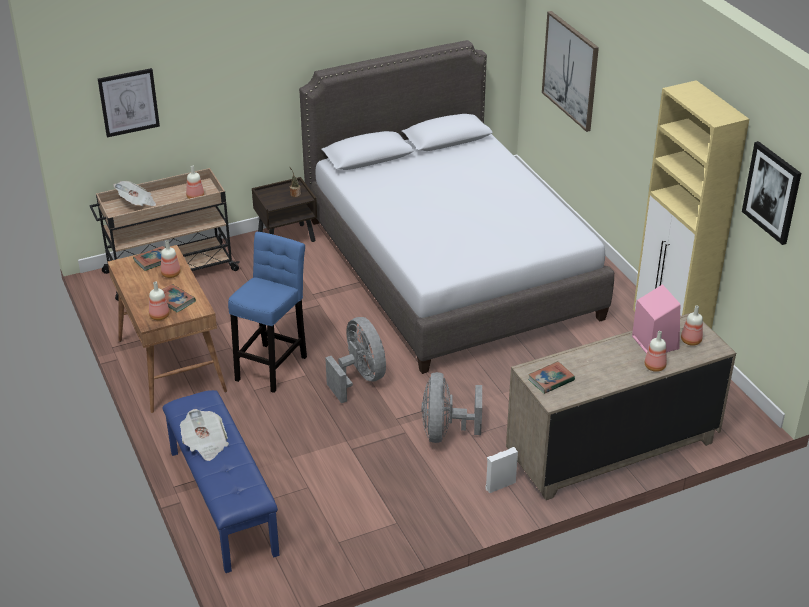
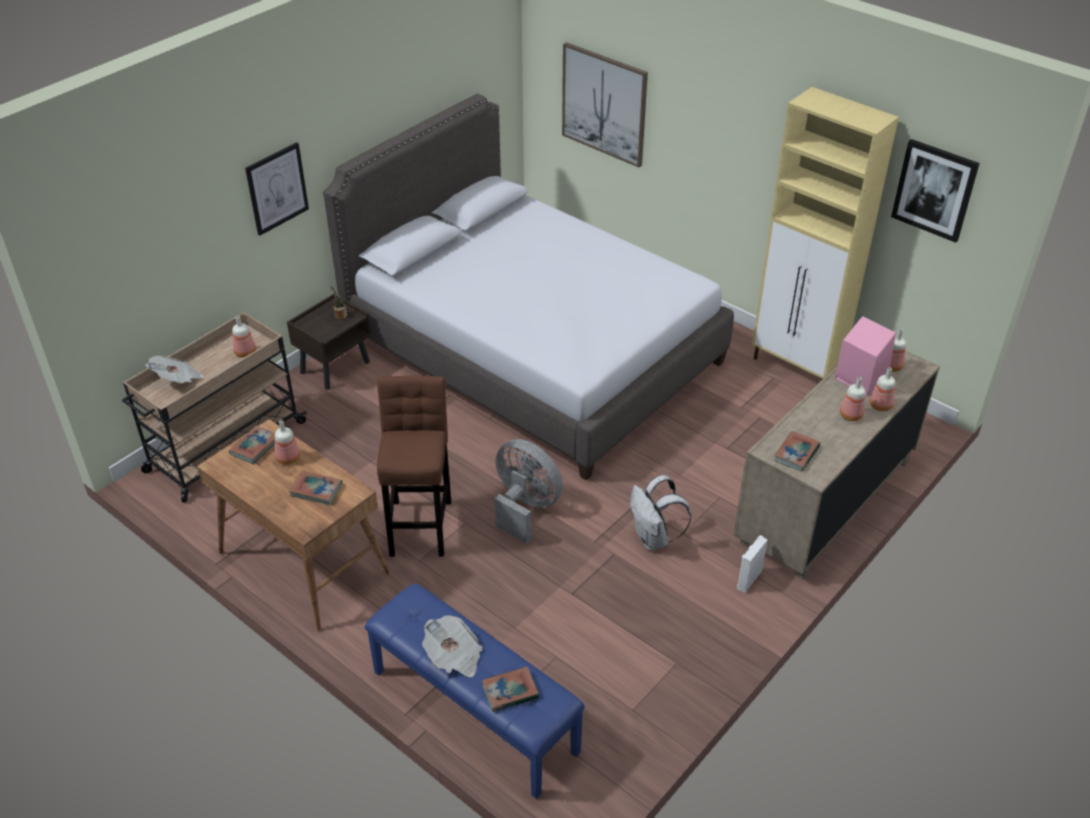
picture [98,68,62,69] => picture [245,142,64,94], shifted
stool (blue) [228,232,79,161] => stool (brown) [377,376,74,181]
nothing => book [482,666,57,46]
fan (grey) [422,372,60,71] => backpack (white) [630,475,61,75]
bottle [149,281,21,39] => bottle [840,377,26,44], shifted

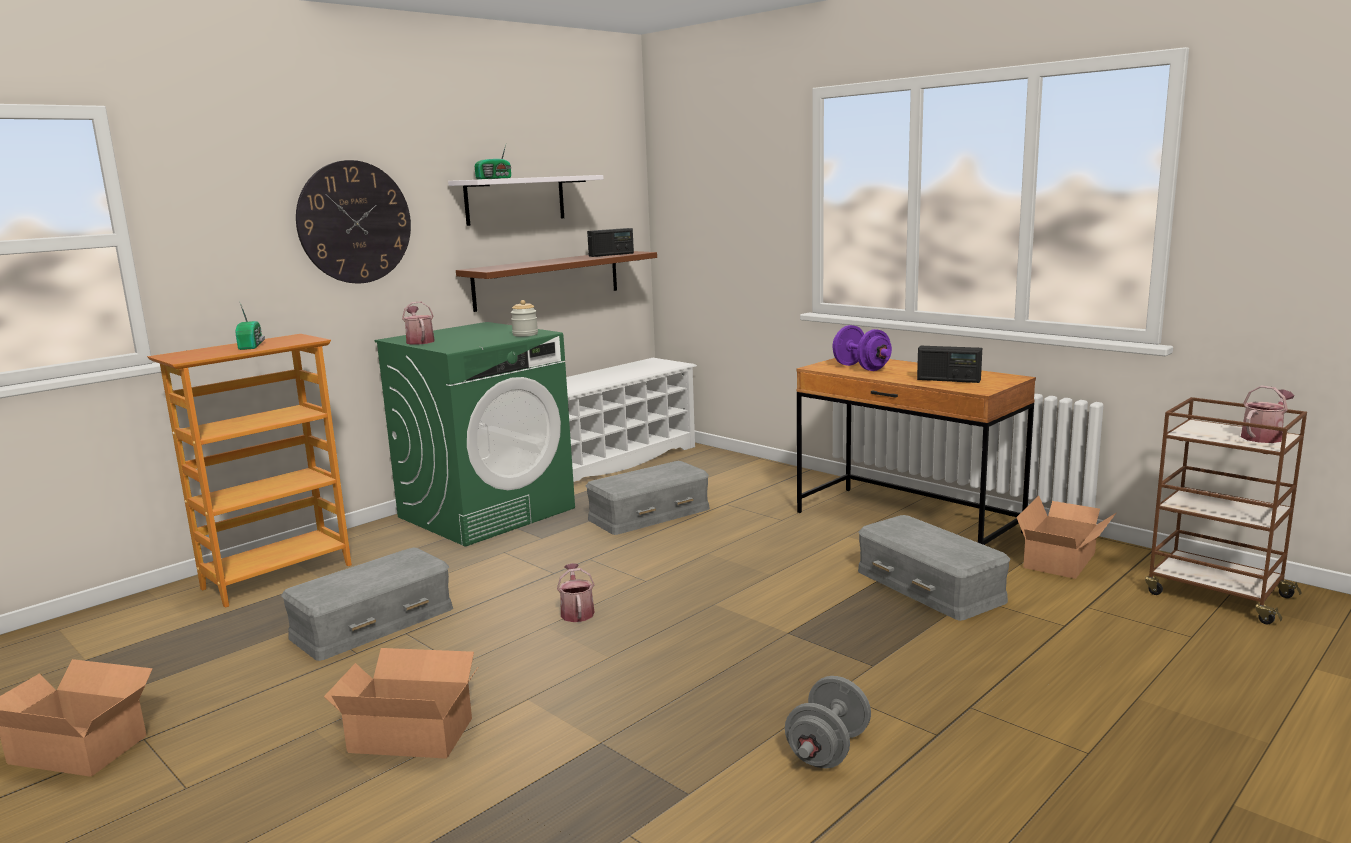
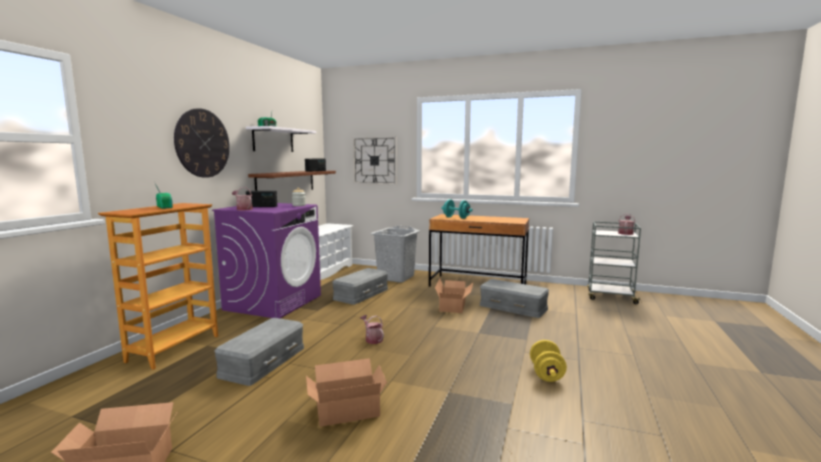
washing machine (green) [375,322,200,225] => washing machine (purple) [212,203,109,115]
radio [917,346,65,37] => radio [246,191,31,16], shifted
nothing => wall clock [352,136,45,49]
nothing => laundry basket (grey) [371,226,49,57]
cardboard box [1016,496,100,83] => cardboard box [435,279,38,34], shifted
dumbbell (purple) [832,325,60,46] => dumbbell (turquoise) [441,199,32,20]
dumbbell (grey) [785,676,86,92] => dumbbell (yellow) [530,340,37,42]
cart (brown) [1145,397,162,227] => cart (grey) [587,221,54,83]

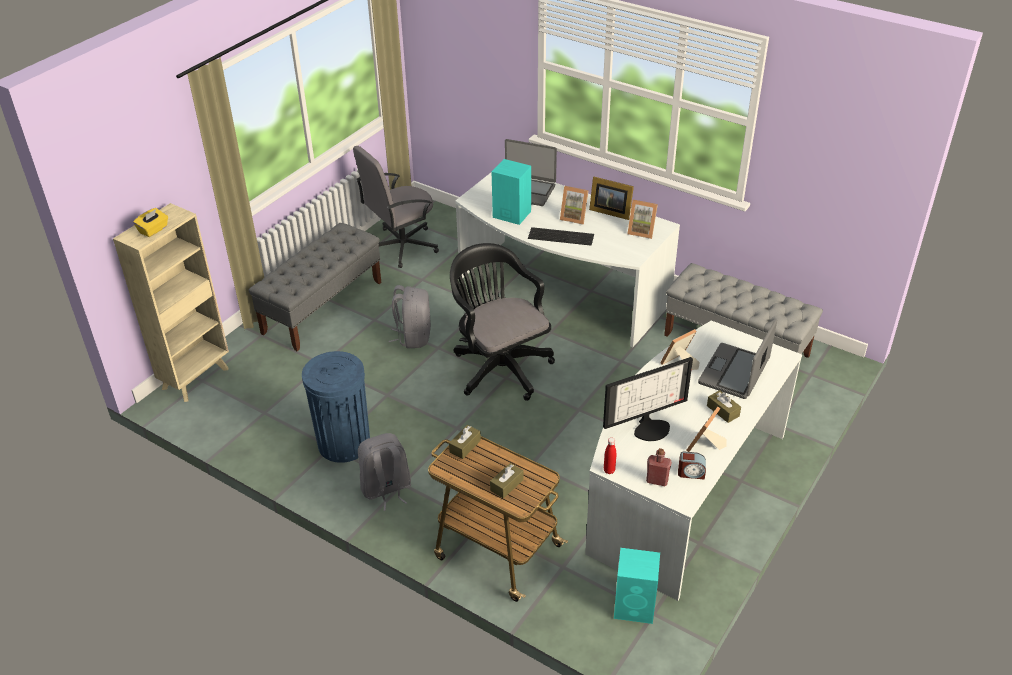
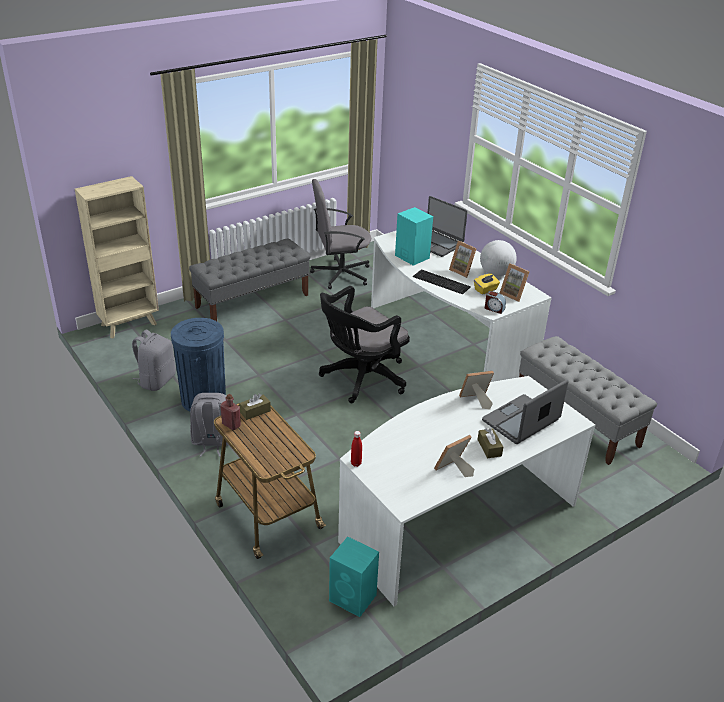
backpack (grey) [389,285,42,63] => backpack (grey) [132,330,44,61], shifted
bottle (red) [646,448,26,38] => bottle (red) [220,394,21,36], shifted
office chair (black) [450,243,105,158] => office chair (black) [319,286,91,117], 120 degrees counterclockwise
tissue box (yellow) [133,208,35,29] => tissue box (yellow) [474,274,26,21], shifted
picture frame [589,177,45,43] => globe [480,240,37,36]
alarm clock [678,451,28,29] => alarm clock [485,291,21,23], shifted
tissue box (brown) [490,463,34,36] => nothing
monitor [603,357,90,84] => nothing

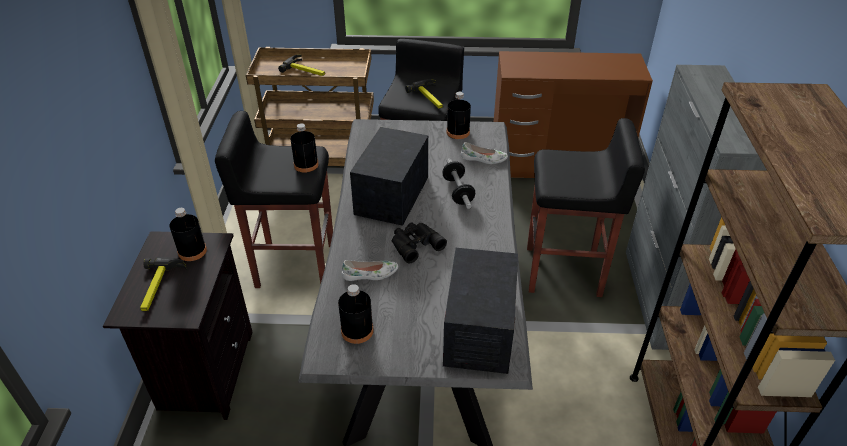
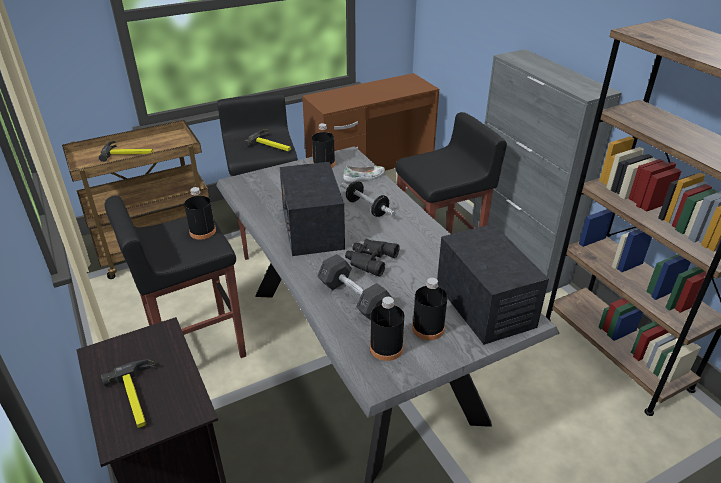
shoe (white) [342,260,56,21] => dumbbell (grey) [317,254,74,67]
bottle (black) [169,208,38,53] => bottle (black) [412,278,36,62], shifted

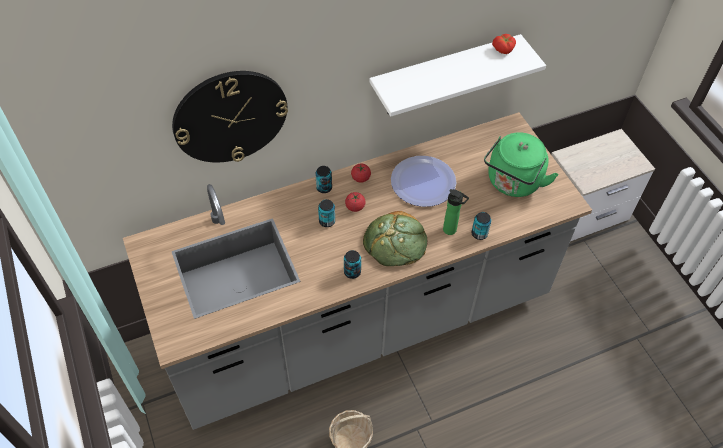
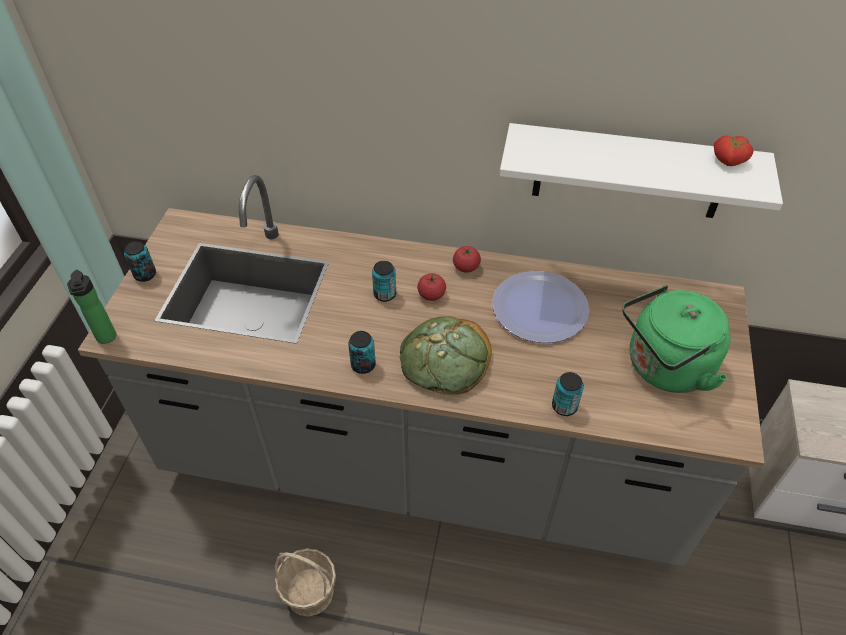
bottle [443,189,26,46] => bottle [67,270,49,74], shifted
can [315,166,17,27] => can [124,241,32,41], shifted
wall clock [172,71,116,91] => nothing

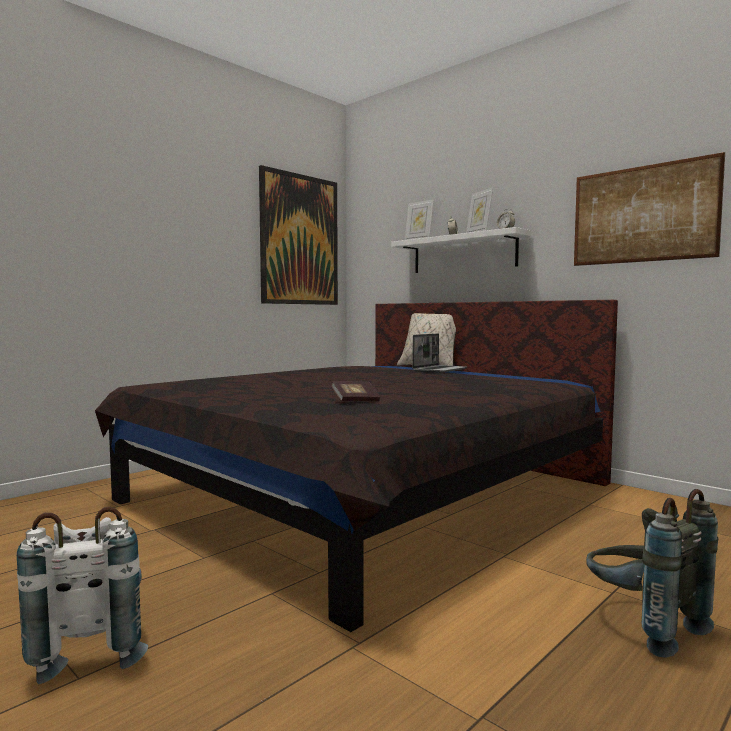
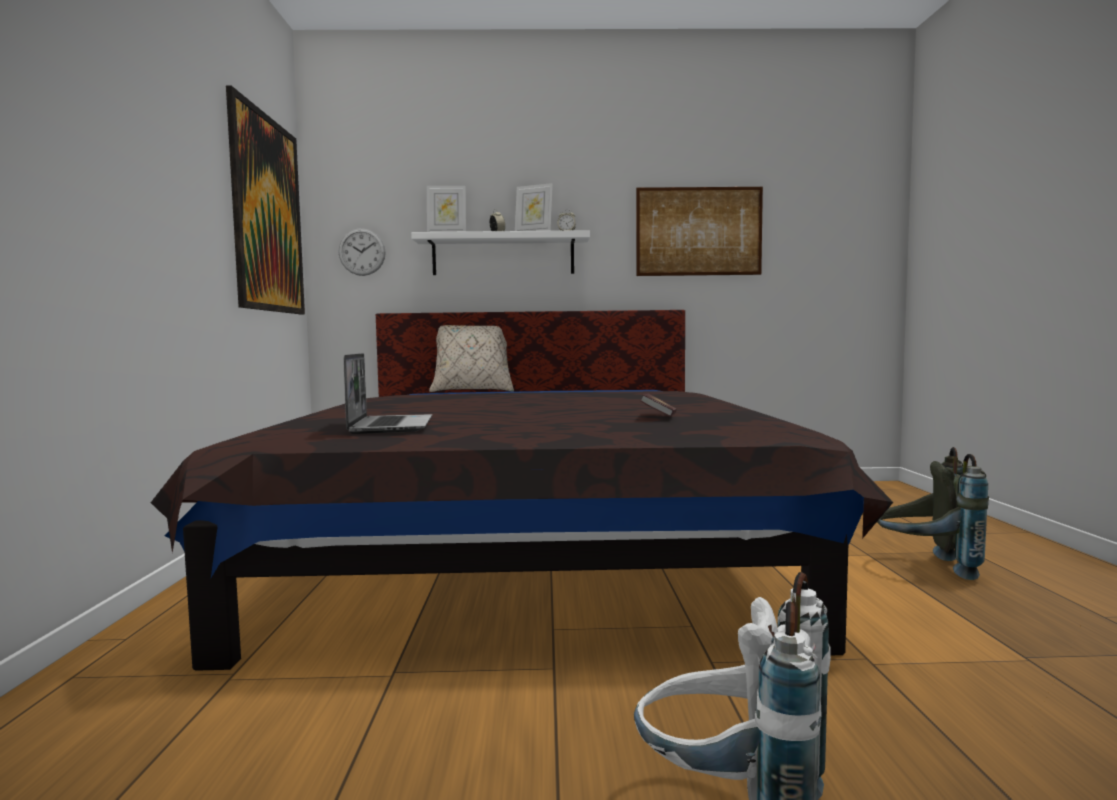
nothing => wall clock [339,228,47,48]
laptop [412,334,55,39] => laptop [343,353,89,81], shifted

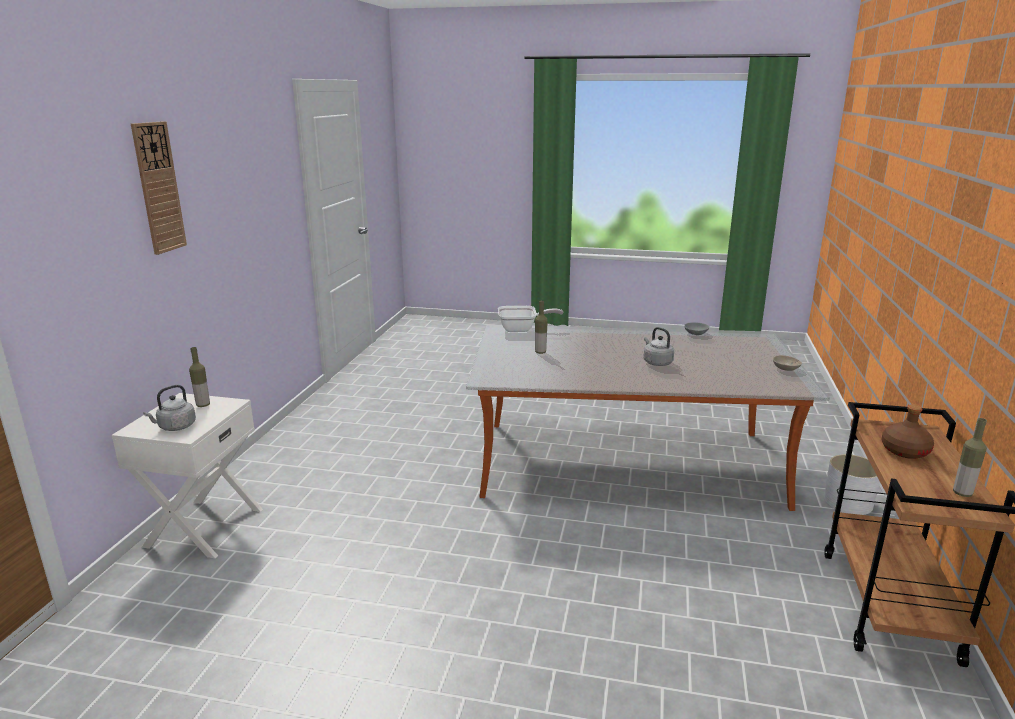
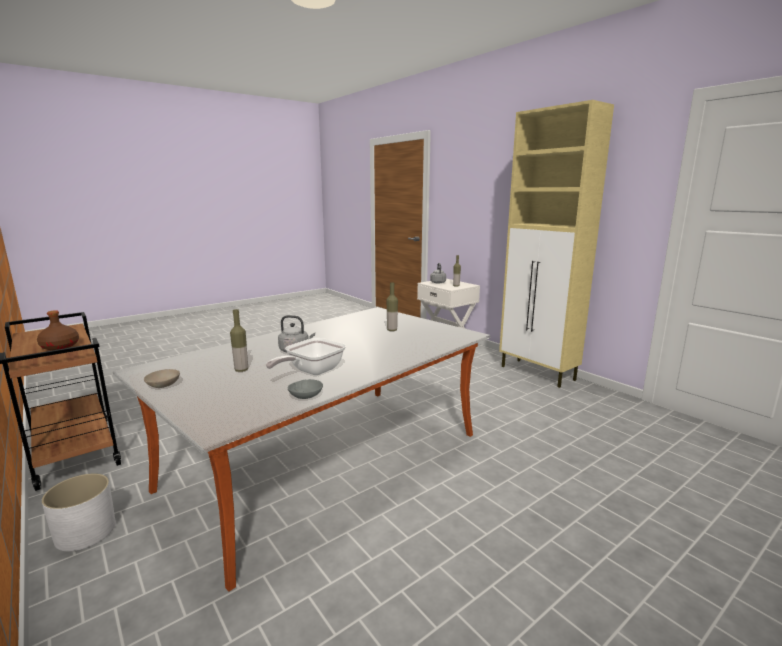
bottle [953,418,34,79] => bottle [230,309,18,63], shifted
frying pan [498,306,66,26] => frying pan [266,338,80,37], shifted
nothing => cabinet (beige) [499,100,115,288]
wall clock [131,121,56,134] => nothing

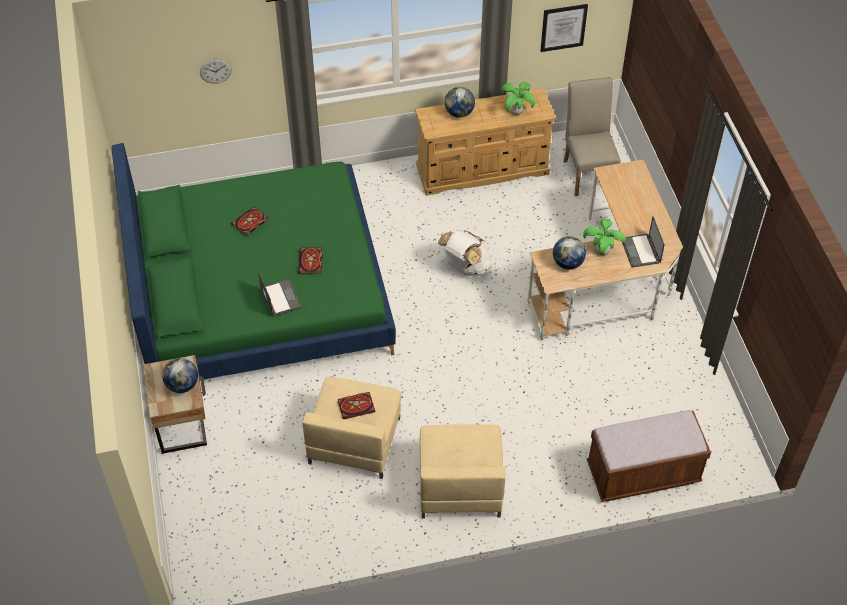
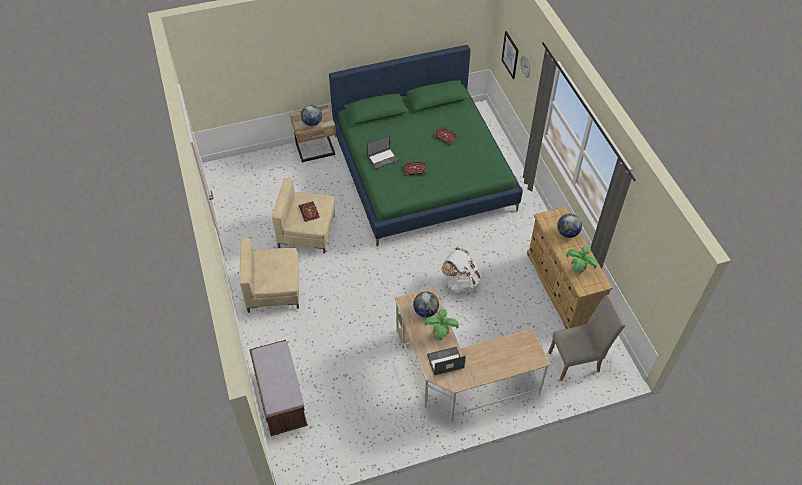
picture [540,4,48,48] => picture [502,31,17,48], shifted

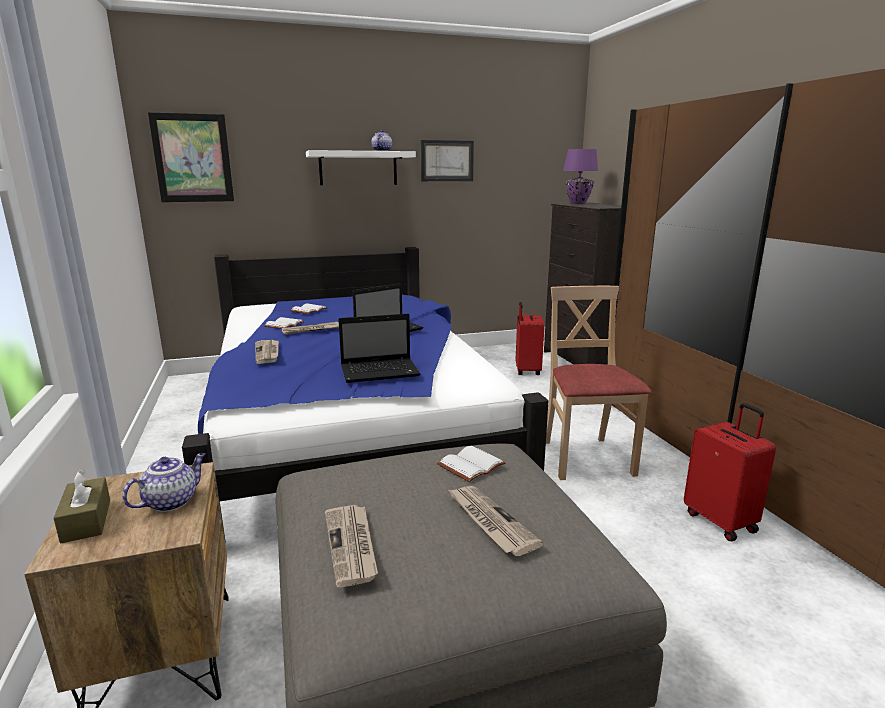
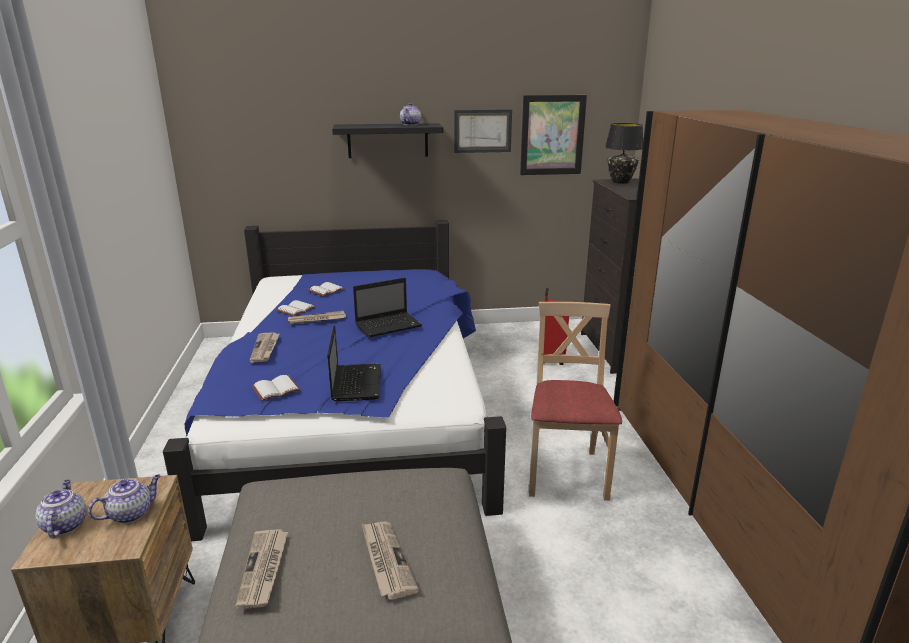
tissue box (brown) [53,470,57,73] => teapot [35,480,51,58]
book (white) [437,446,69,36] => book (white) [252,375,48,26], shifted
laptop [338,314,82,69] => laptop [327,326,54,75], 90 degrees counterclockwise
shelf (white) [306,150,110,35] => shelf (black) [332,123,111,35]
picture [148,112,86,90] => picture [520,95,67,80], shifted
table lamp (purple) [563,149,35,55] => table lamp (black) [605,123,38,61]
suitcase (red) [684,403,92,138] => nothing

